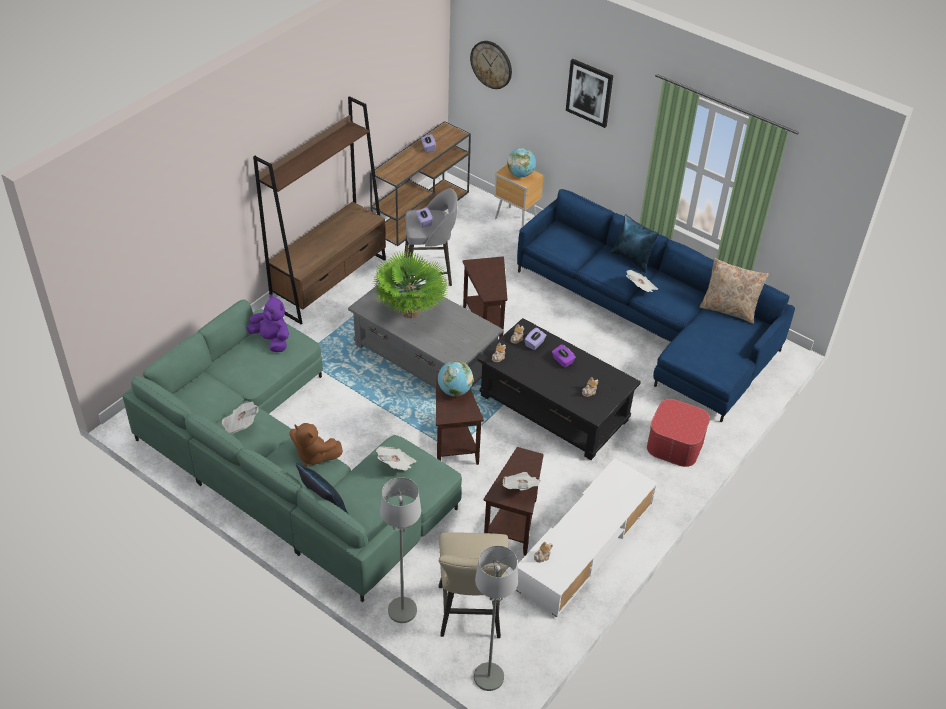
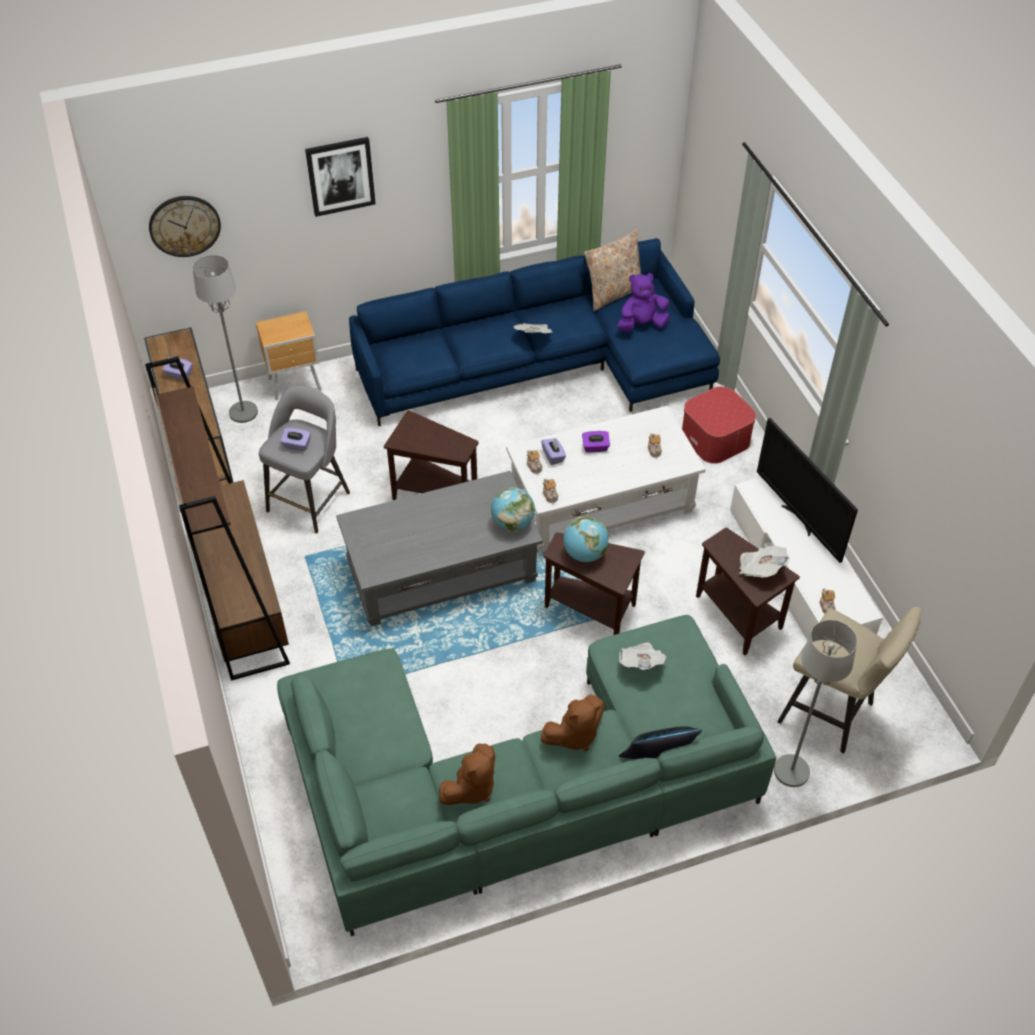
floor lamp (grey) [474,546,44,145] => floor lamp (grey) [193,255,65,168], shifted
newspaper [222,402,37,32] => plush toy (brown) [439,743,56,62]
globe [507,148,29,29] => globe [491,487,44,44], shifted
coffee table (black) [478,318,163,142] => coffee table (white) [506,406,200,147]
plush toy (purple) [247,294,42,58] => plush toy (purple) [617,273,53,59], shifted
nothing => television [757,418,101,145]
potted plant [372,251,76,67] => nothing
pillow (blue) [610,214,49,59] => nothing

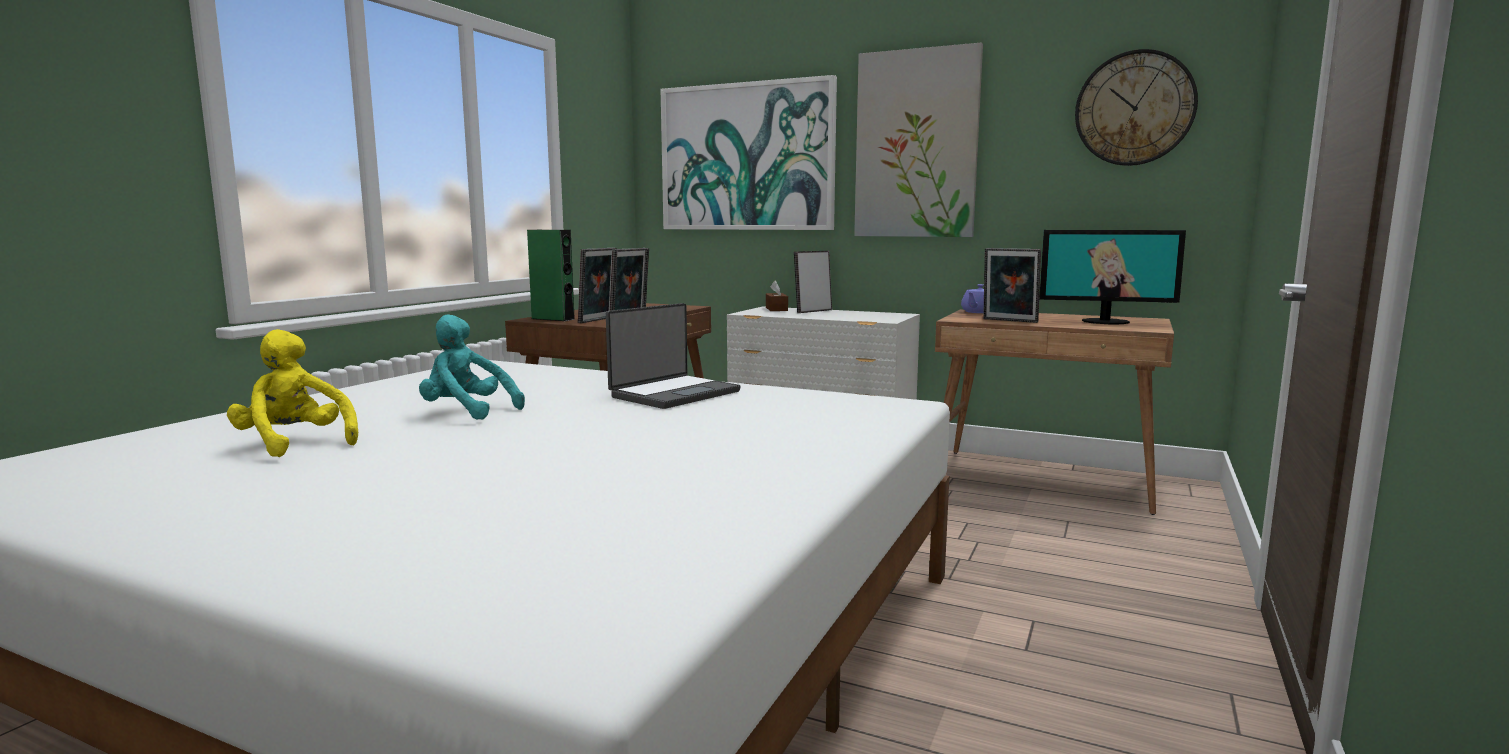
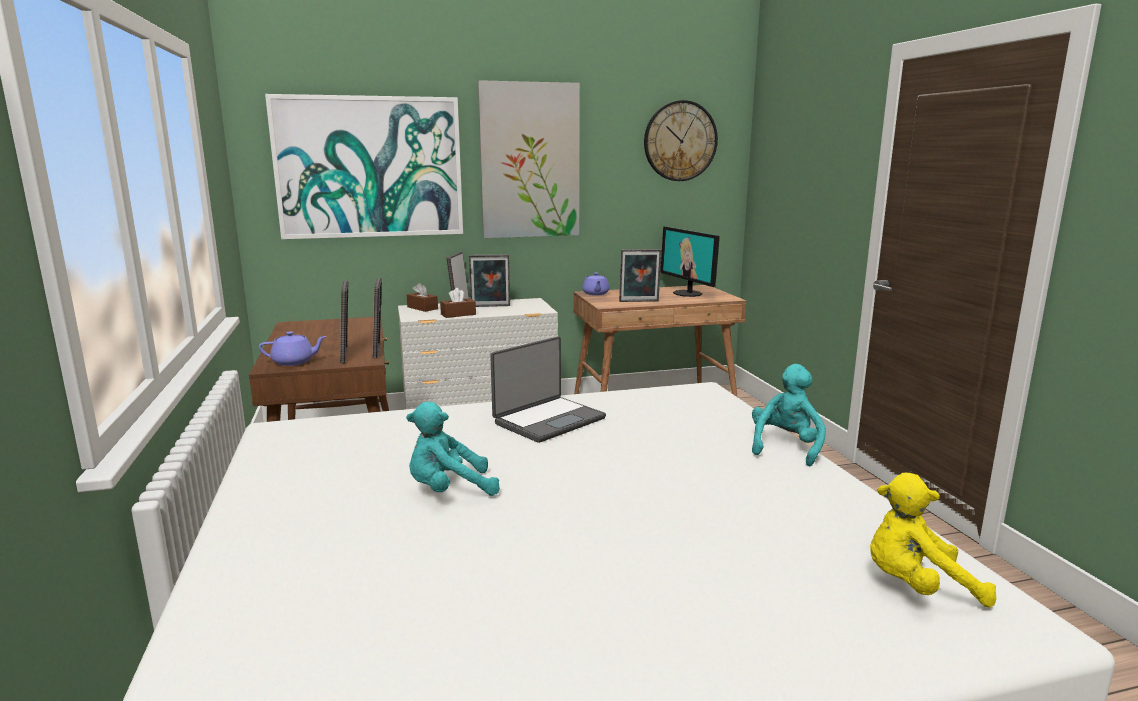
speaker (green) [527,230,48,91] => teapot (purple) [259,331,68,35]
nothing => tissue box (brown) [440,288,36,30]
nothing => picture frame [469,254,41,53]
laptop [606,303,135,106] => laptop [490,336,116,107], 45 degrees clockwise
monitor [1039,230,147,94] => monitor [660,227,60,70], 90 degrees clockwise
nothing => plush toy (turquoise) [752,364,74,102]
plush toy (yellow) [227,329,131,128] => plush toy (yellow) [870,473,126,134], shifted

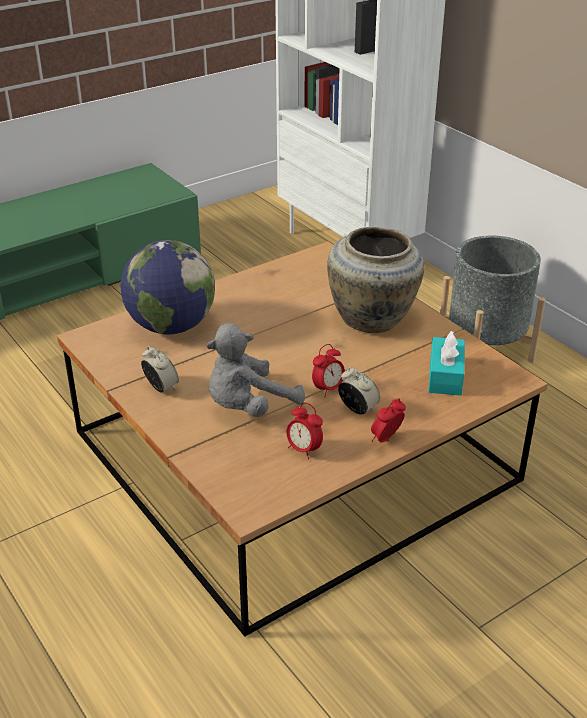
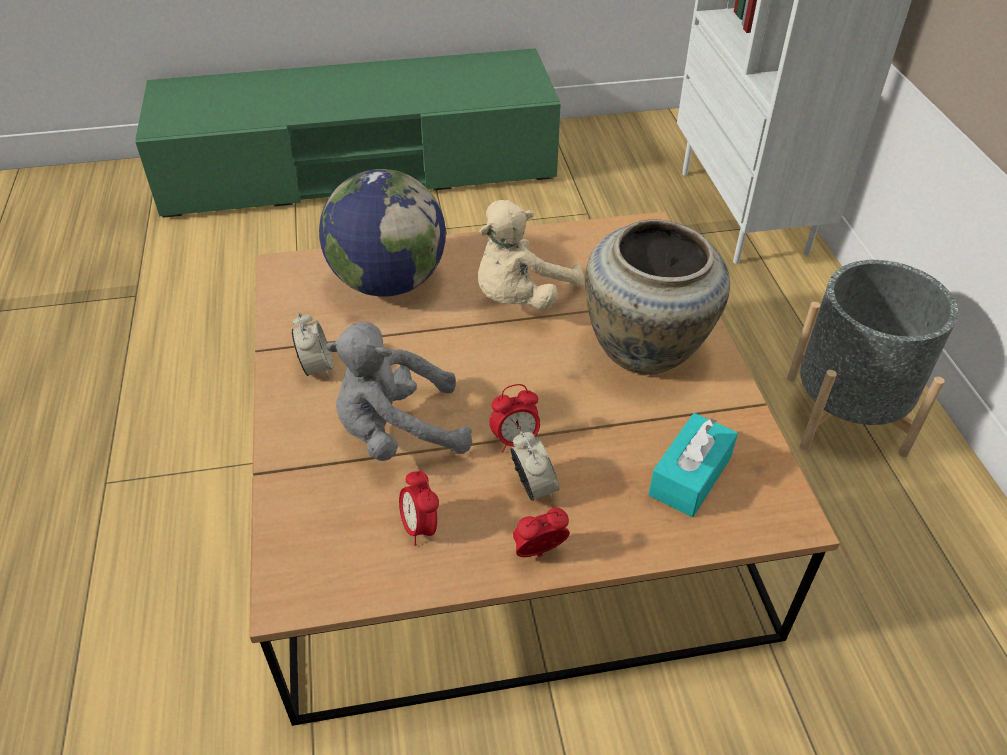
nothing => plush toy (beige) [478,200,106,110]

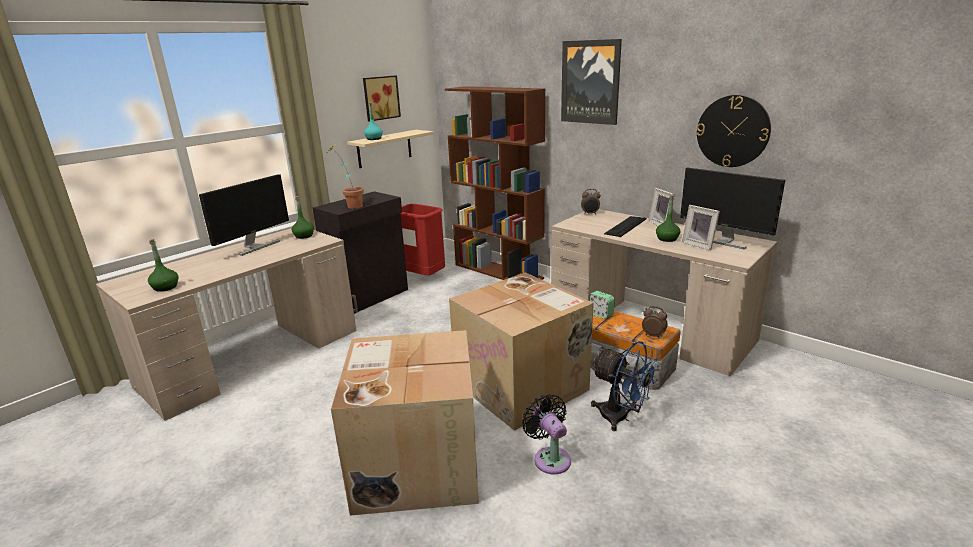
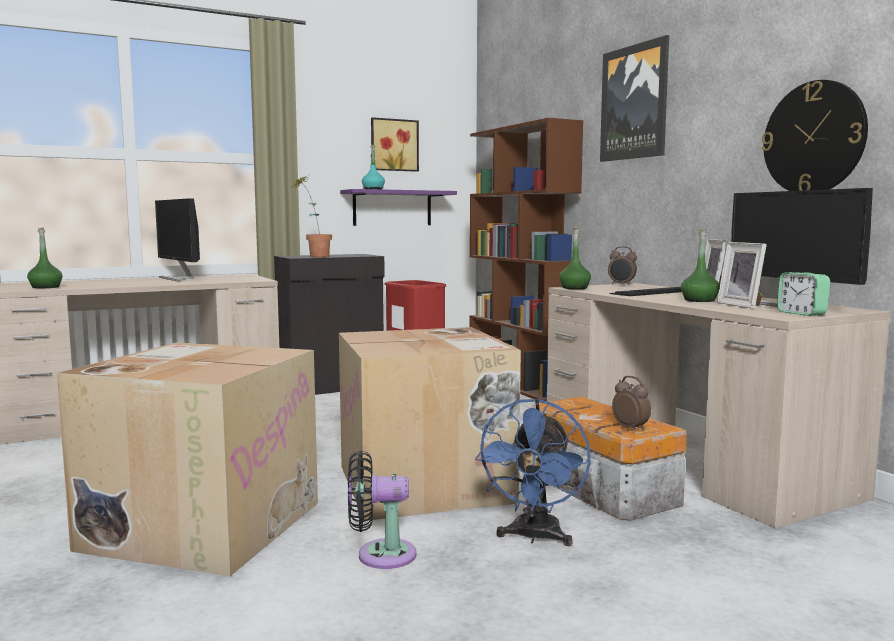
monitor [199,174,90,82] => monitor [155,198,45,83], 90 degrees clockwise
shelf (beige) [347,130,87,38] => shelf (purple) [340,189,117,37]
fan (black) [522,394,49,80] => fan (black) [348,451,69,118], 90 degrees counterclockwise
fan (blue) [591,341,70,90] => fan (blue) [475,398,116,148], 45 degrees clockwise
bottle (green) [292,196,22,43] => bottle (green) [559,228,32,61], shifted
alarm clock [588,291,27,28] => alarm clock [777,272,53,44], shifted

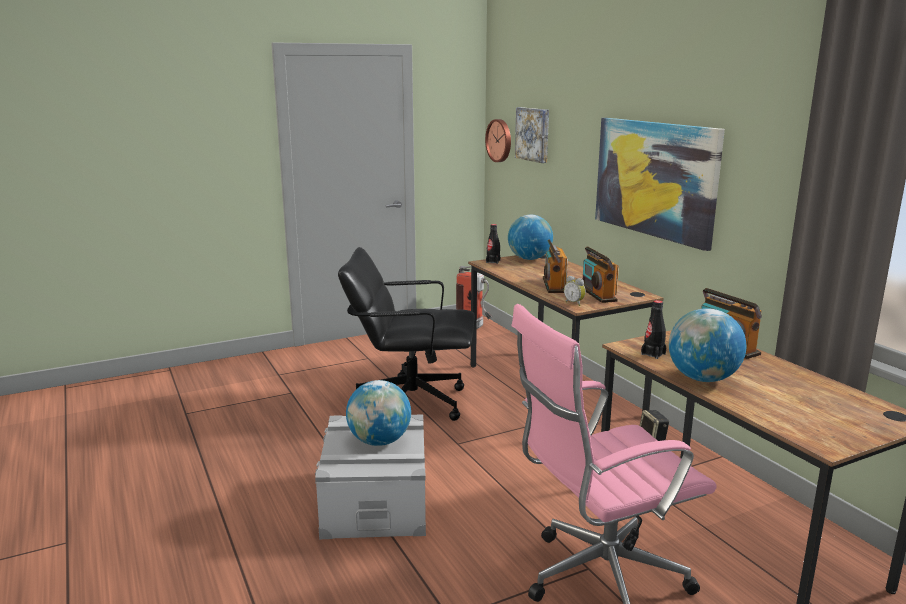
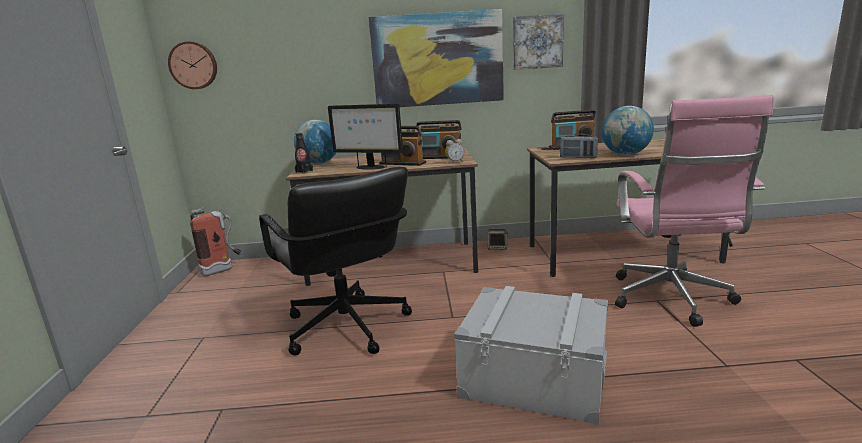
office chair (black) [338,247,137,174] => office chair (black) [259,167,153,188], 60 degrees counterclockwise
nothing => monitor [328,104,75,66]
picture [515,107,34,56] => picture [513,14,51,56], shifted
bottle (black) [641,300,25,59] => radio [560,134,38,24]
globe [346,380,65,66] => nothing

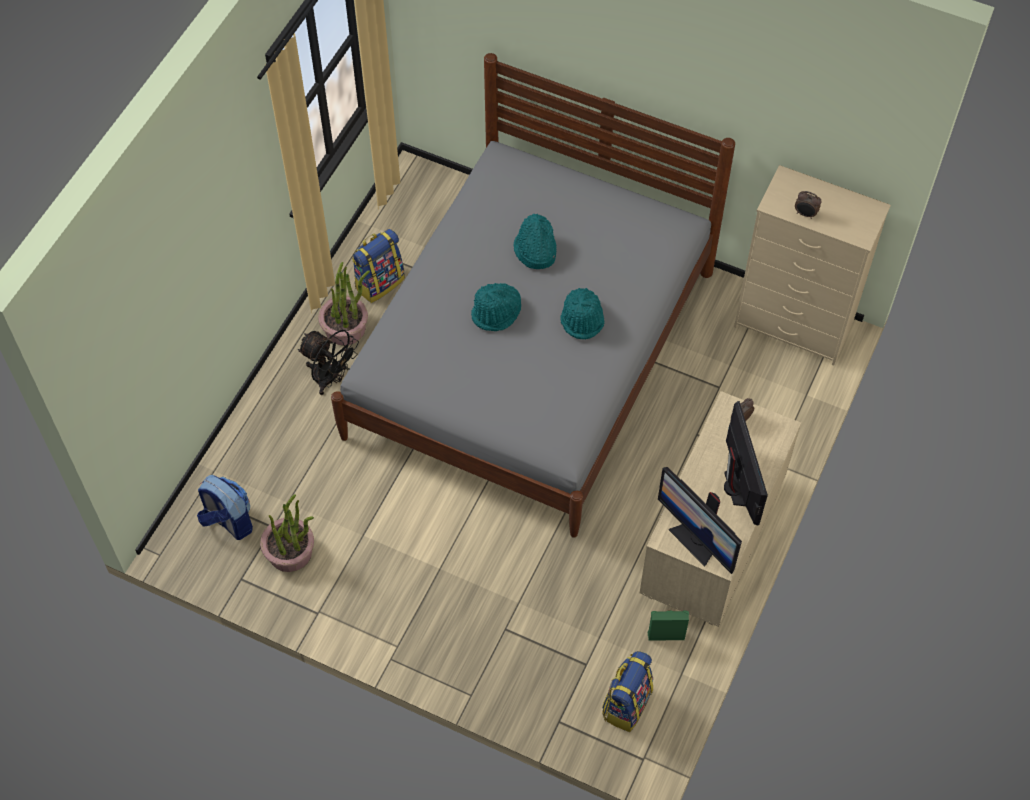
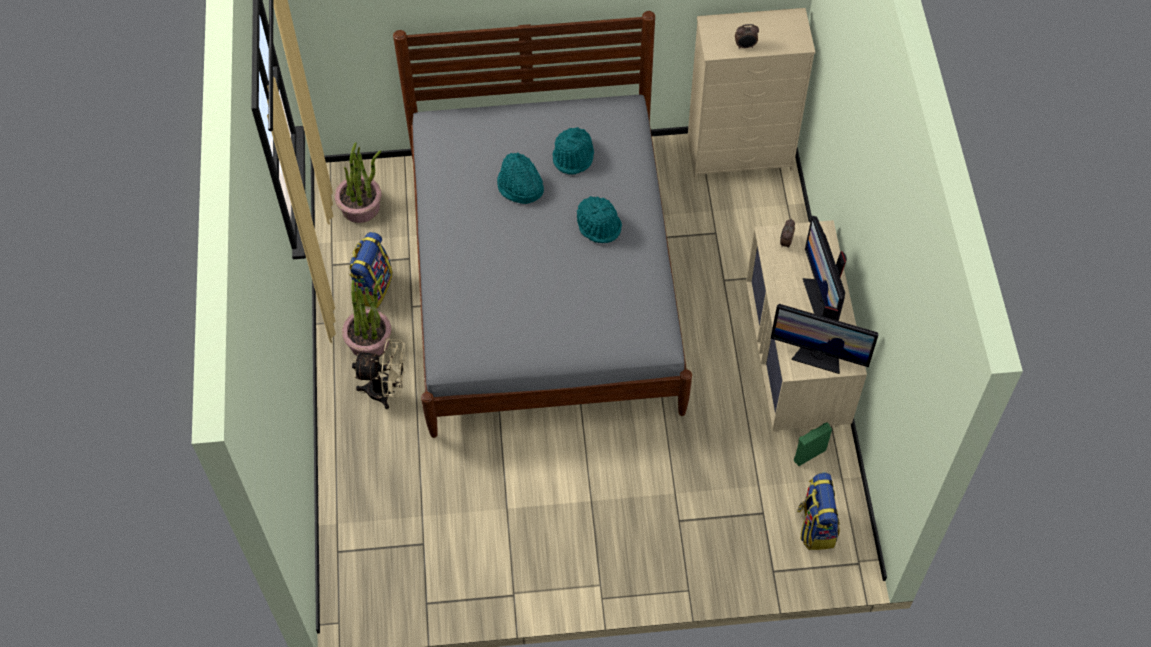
potted plant [260,494,54,78] => potted plant [335,142,47,81], shifted
fan (black) [298,330,61,65] => fan (beige) [352,338,54,71]
hat (turquoise) [471,283,50,48] => hat (turquoise) [552,127,42,48], shifted
monitor [724,401,44,124] => monitor [803,216,44,105], 150 degrees counterclockwise
backpack [197,475,56,65] => nothing

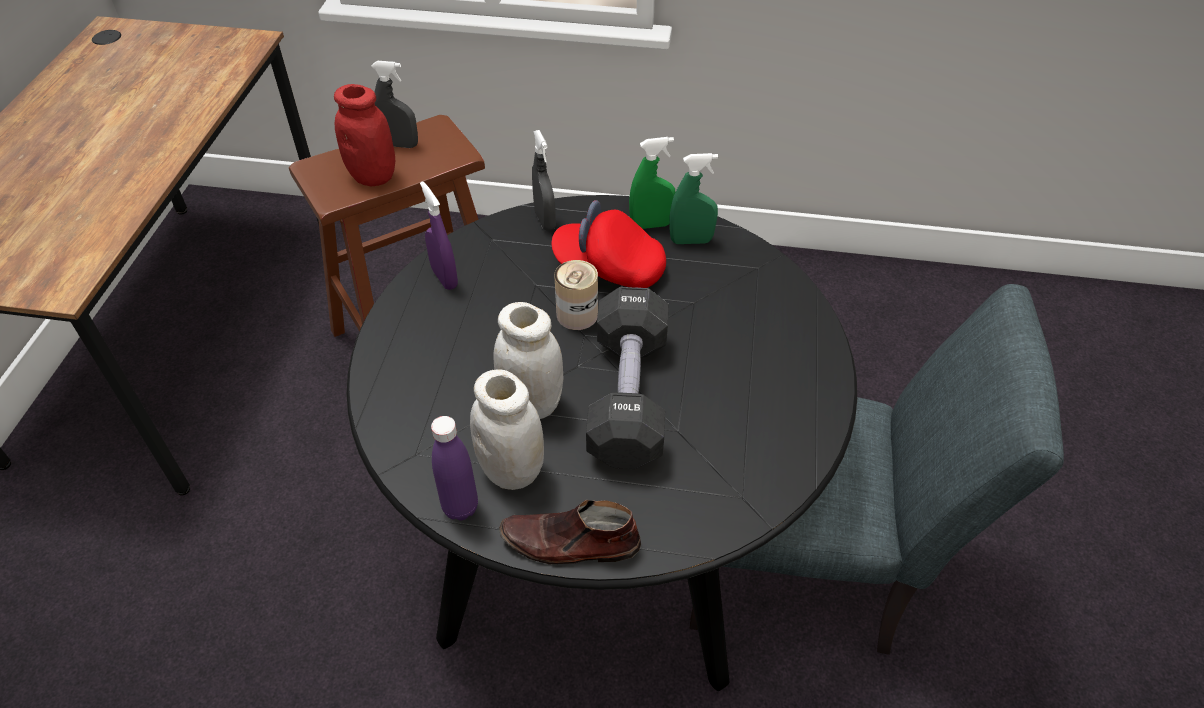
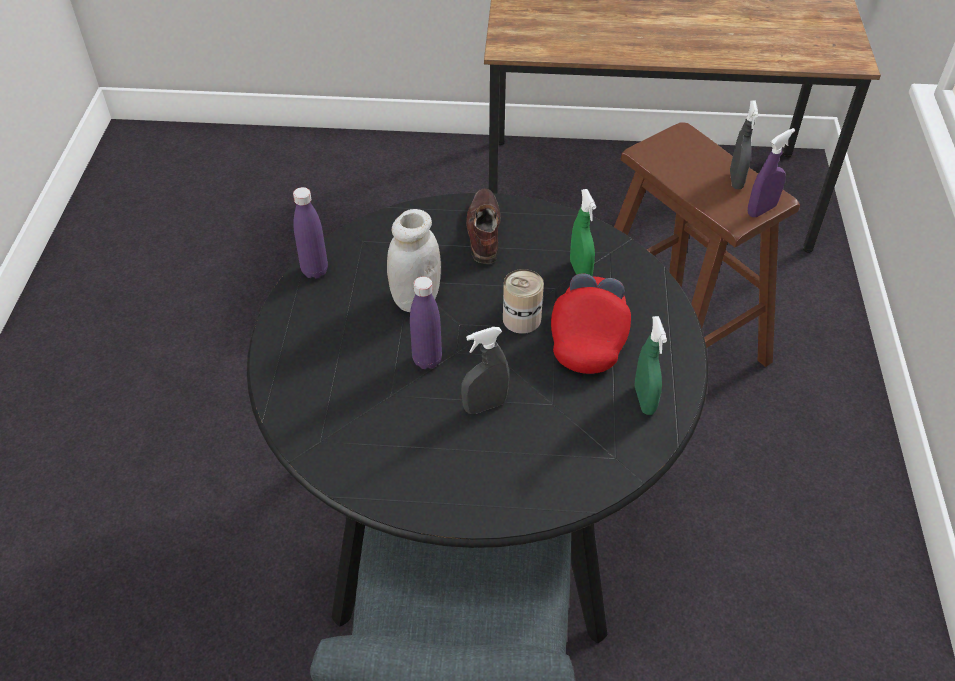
dumbbell (black) [586,287,82,182] => bottle (purple) [410,277,32,92]
spray bottle (grey) [532,130,24,101] => spray bottle (grey) [461,327,48,87], shifted
shoe (brown) [499,500,142,64] => shoe (brown) [466,188,35,76], shifted
spray bottle (green) [629,137,46,92] => spray bottle (green) [570,189,26,87], shifted
spray bottle (purple) [420,181,38,109] => spray bottle (purple) [748,128,47,89], shifted
jar (red) [334,84,61,102] => nothing
jar (white) [470,369,74,121] => nothing

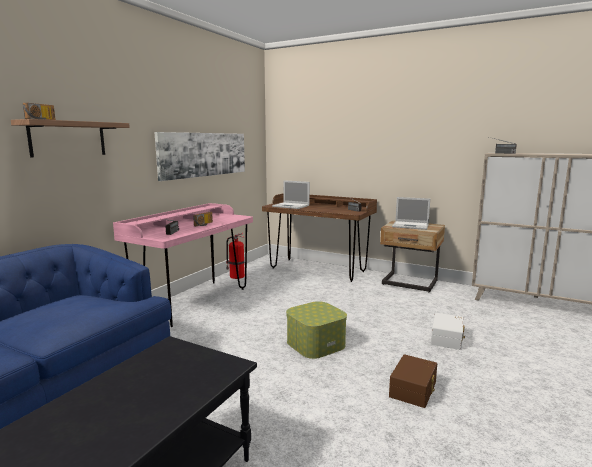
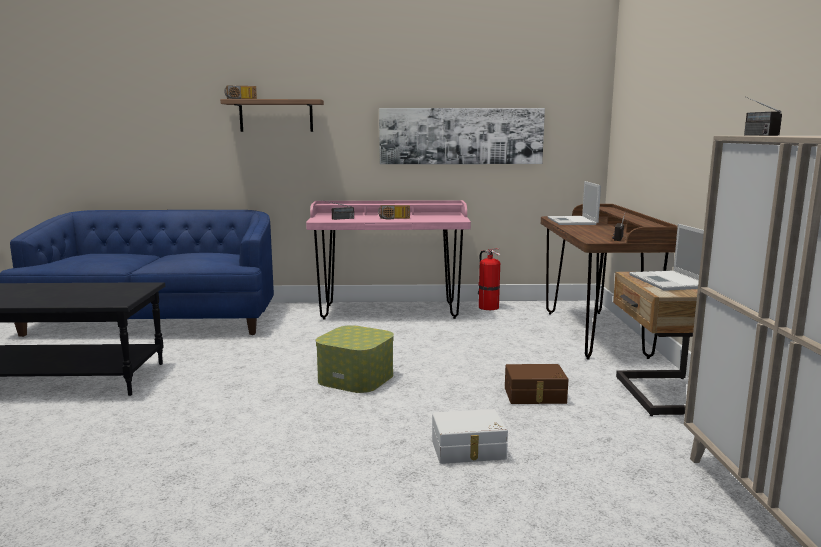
storage box (brown) [389,354,48,54] => storage box (brown) [505,364,64,40], shifted

